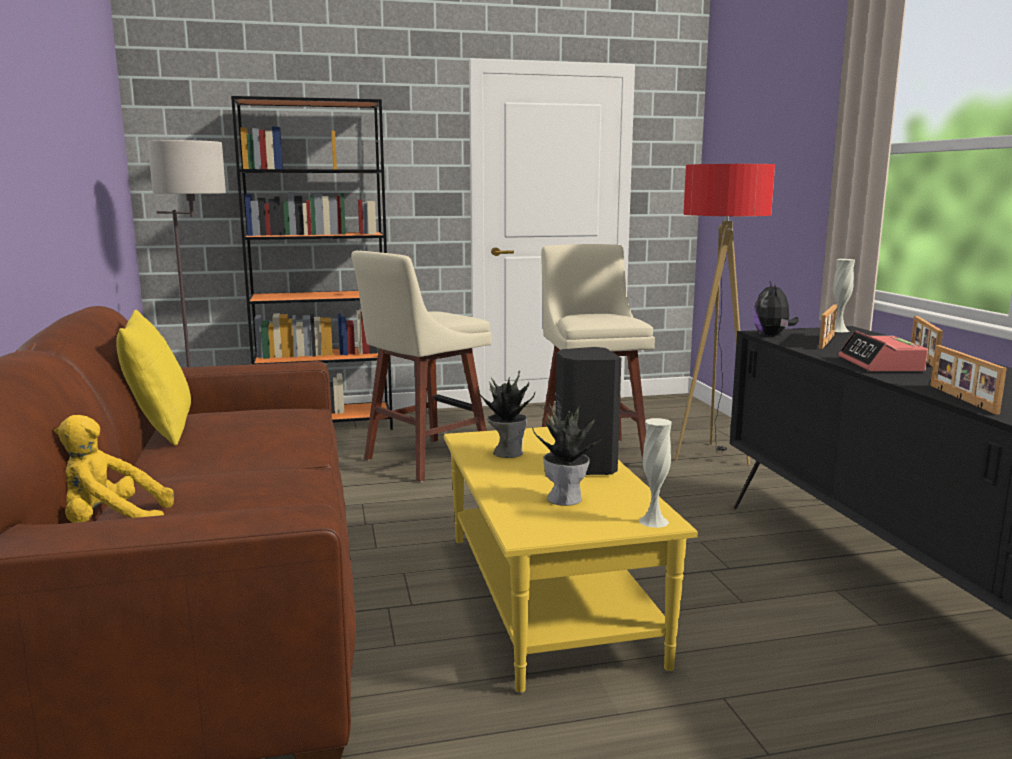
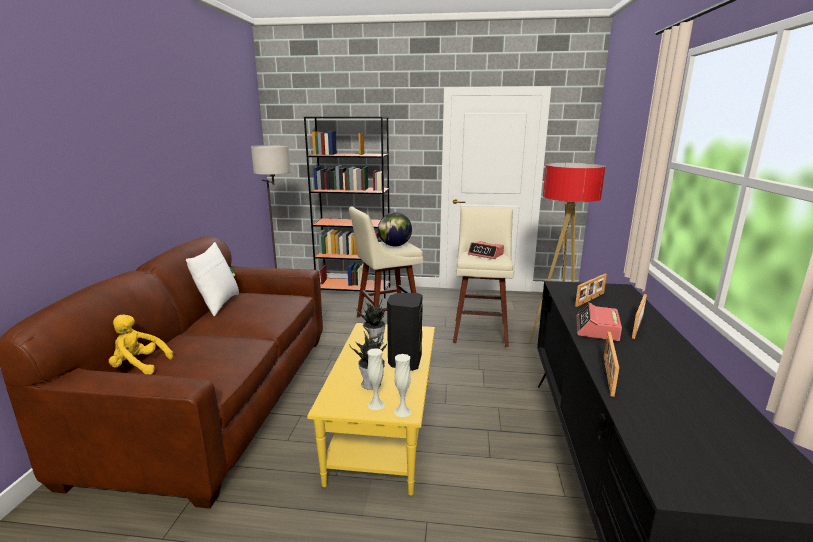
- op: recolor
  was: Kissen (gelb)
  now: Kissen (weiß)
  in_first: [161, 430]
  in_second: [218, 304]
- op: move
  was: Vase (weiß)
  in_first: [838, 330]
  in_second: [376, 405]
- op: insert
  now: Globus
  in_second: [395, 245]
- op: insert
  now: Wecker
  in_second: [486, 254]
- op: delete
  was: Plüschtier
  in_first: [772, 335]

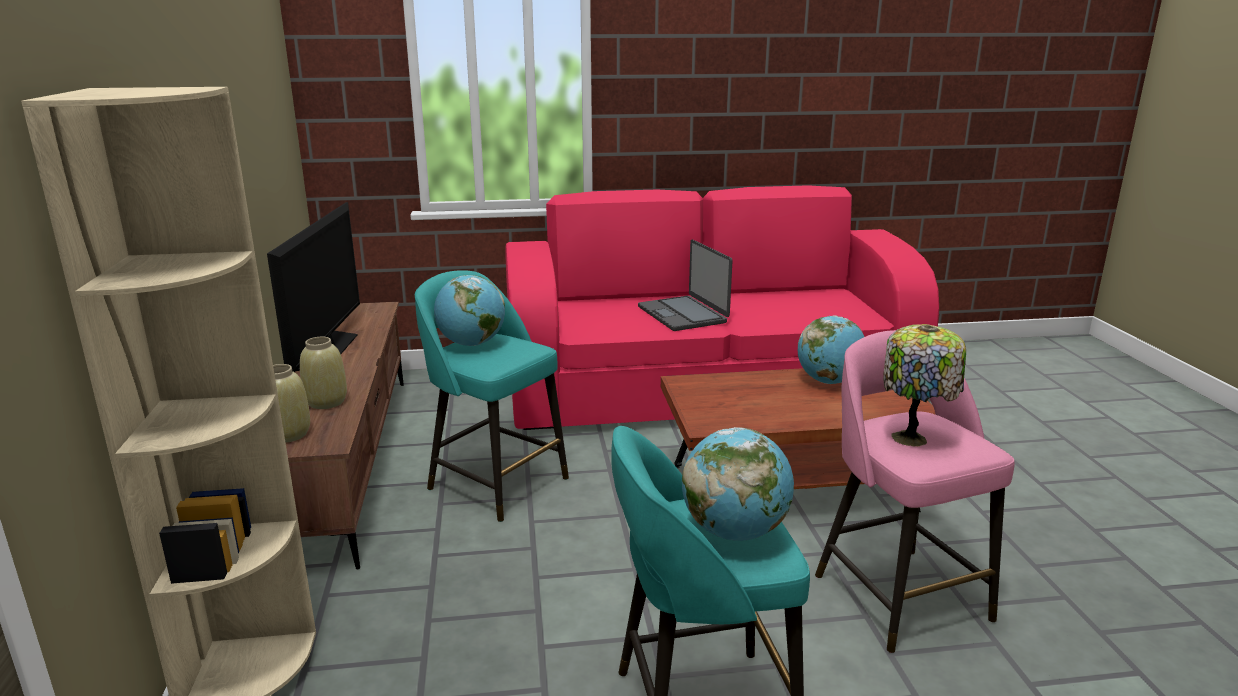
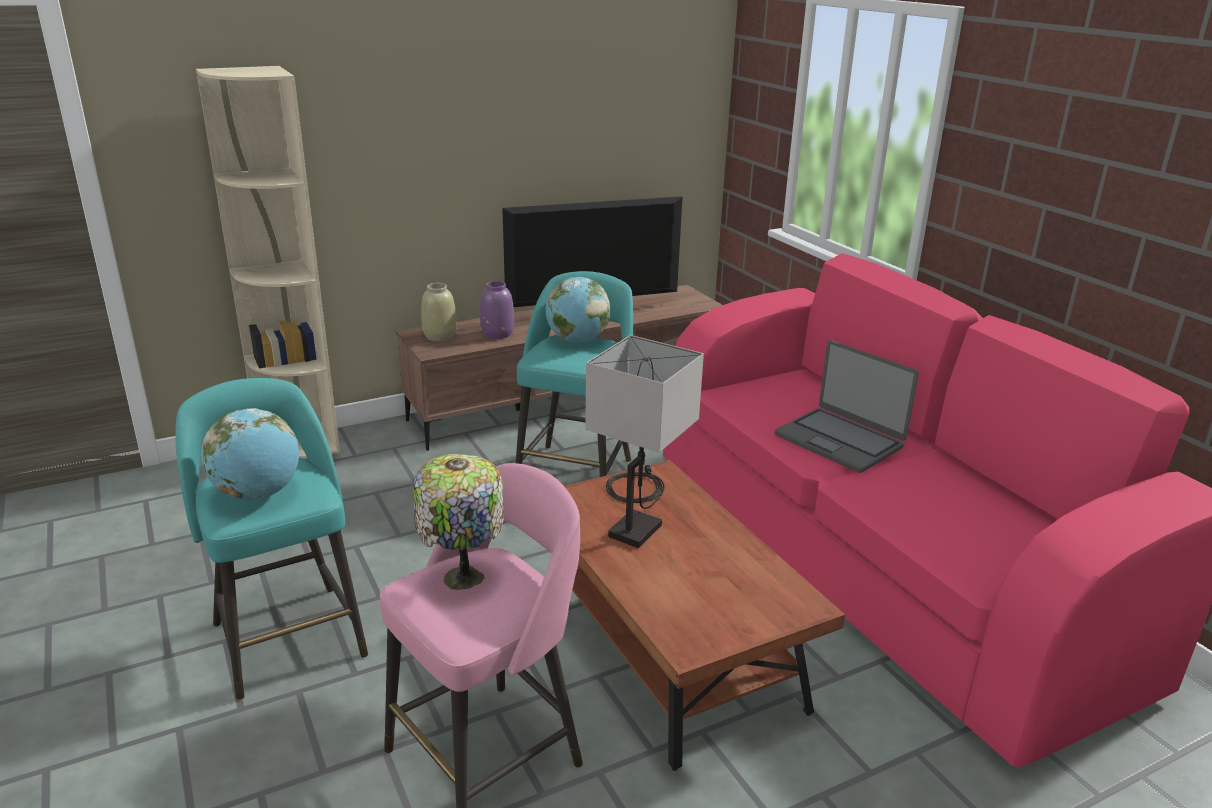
- op: recolor
  was: Vase (beige)
  now: Vase (lila)
  in_first: [326, 402]
  in_second: [498, 334]
- op: insert
  now: Tischlampe
  in_second: [637, 512]
- op: rotate
  was: Laptop
  in_first: [683, 314]
  in_second: [839, 441]
  clockwise: -90
- op: delete
  was: Globus
  in_first: [829, 381]

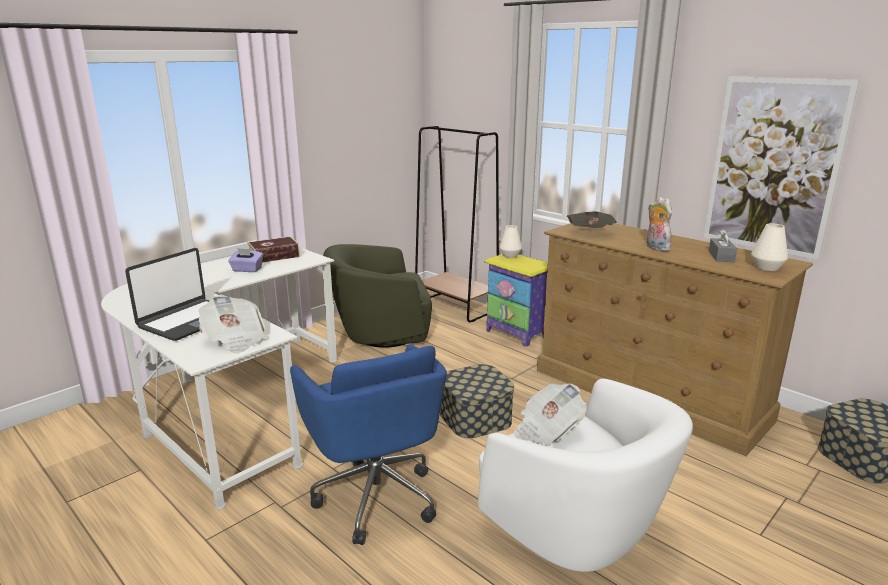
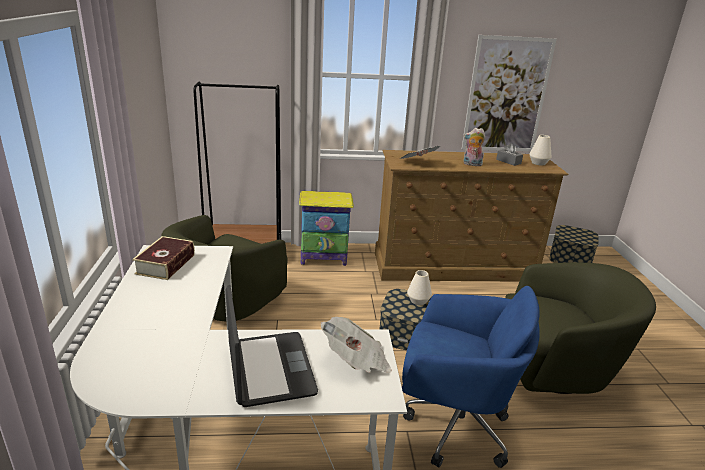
- op: move
  was: Vase (weiß)
  in_first: [510, 255]
  in_second: [418, 301]
- op: recolor
  was: Sessel (weiß)
  now: Sessel (grün)
  in_first: [576, 529]
  in_second: [557, 368]
- op: delete
  was: Taschentuchbox (lila)
  in_first: [247, 270]
- op: delete
  was: Zeitung
  in_first: [547, 430]

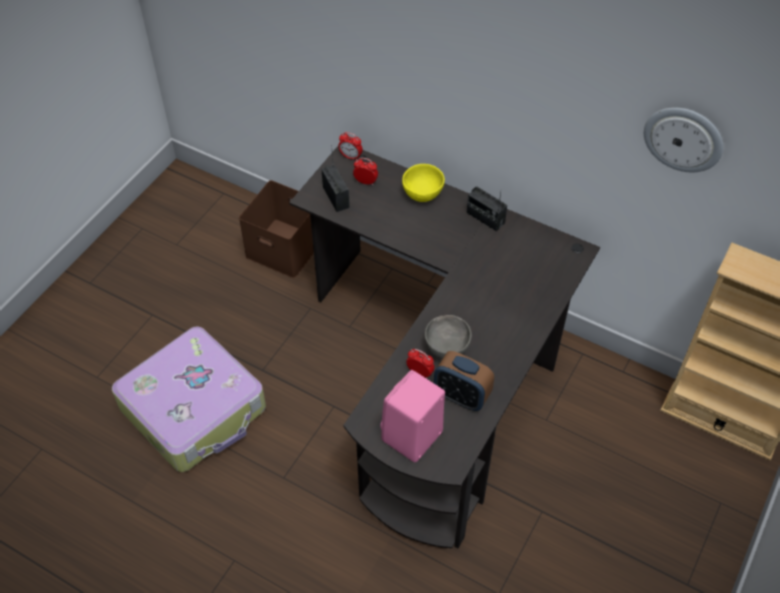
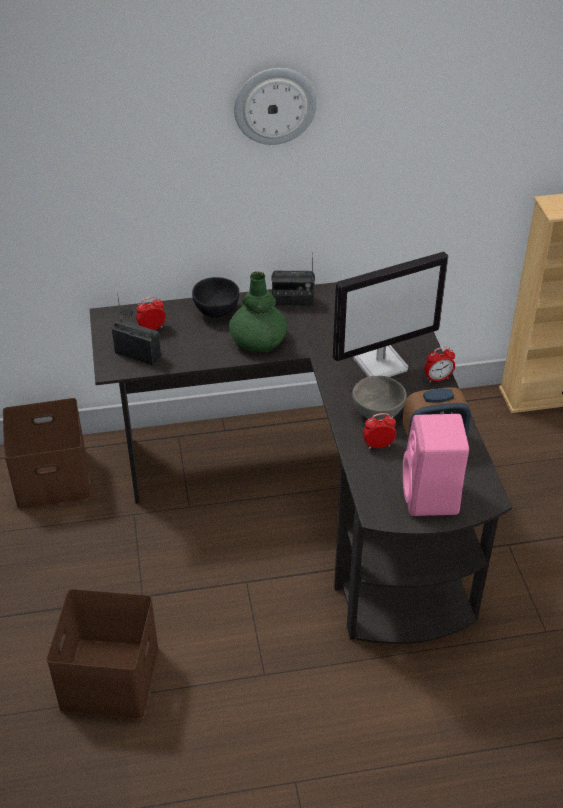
- op: replace
  was: Koffer
  now: Aufbewahrungsbox (braun)
  in_first: [195, 409]
  in_second: [108, 676]
- op: recolor
  was: Schüssel (gelb)
  now: Schüssel (schwarz)
  in_first: [422, 194]
  in_second: [216, 311]
- op: insert
  now: Vase (grün)
  in_second: [258, 339]
- op: move
  was: Wanduhr
  in_first: [683, 138]
  in_second: [275, 105]
- op: insert
  now: Monitor
  in_second: [381, 363]
- op: move
  was: Wecker
  in_first: [350, 156]
  in_second: [438, 378]

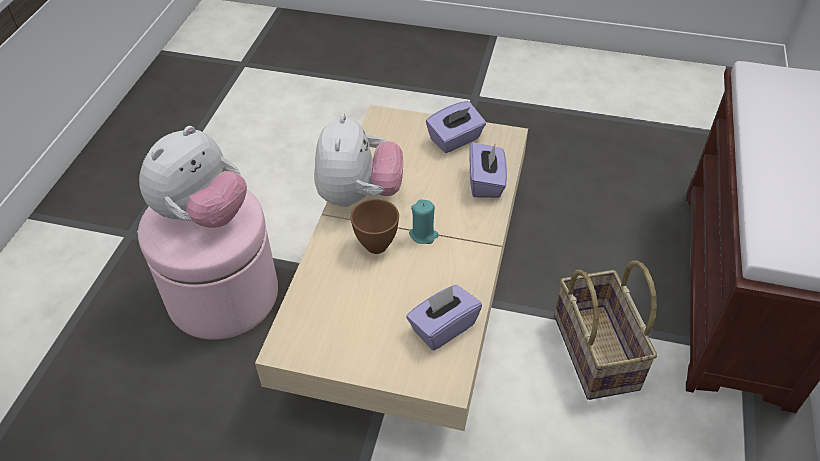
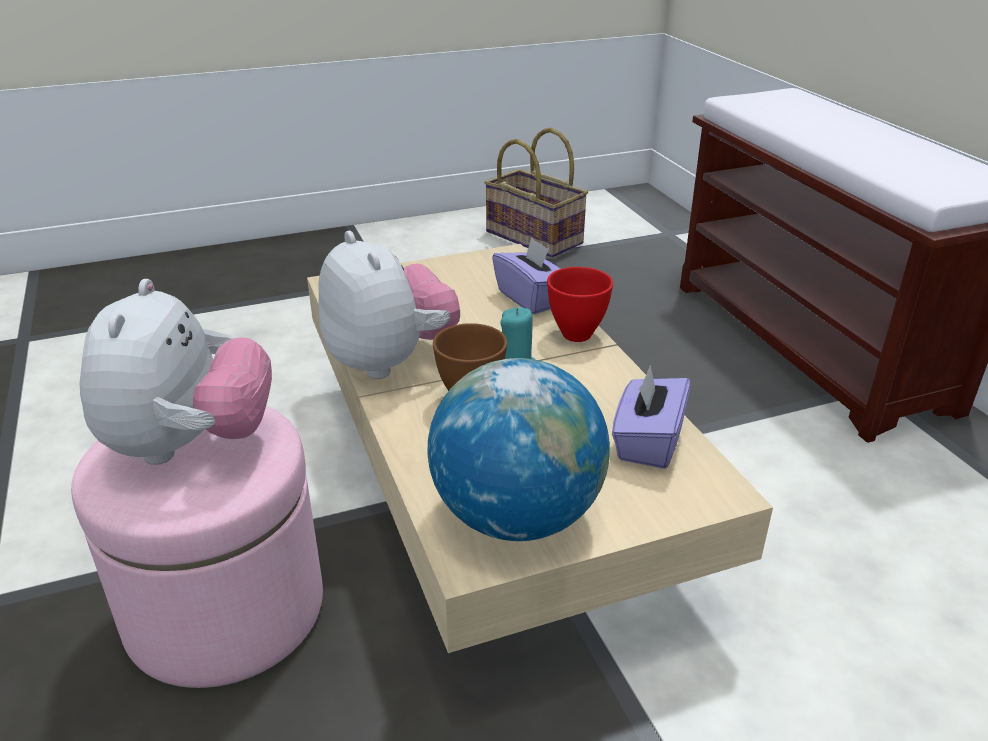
- op: insert
  now: Globus
  in_second: [517, 516]
- op: move
  was: Korb
  in_first: [597, 352]
  in_second: [535, 237]
- op: insert
  now: Schüssel (rot)
  in_second: [578, 334]
- op: delete
  was: Taschentuchbox (lila)
  in_first: [455, 140]

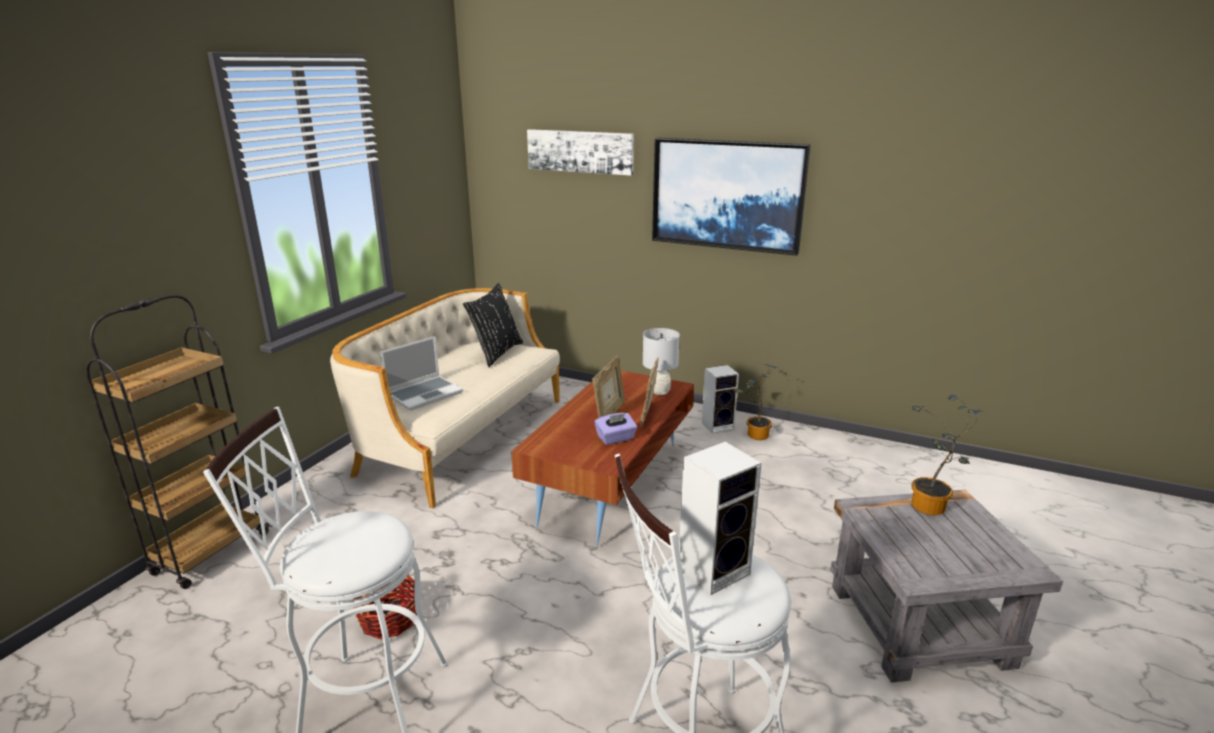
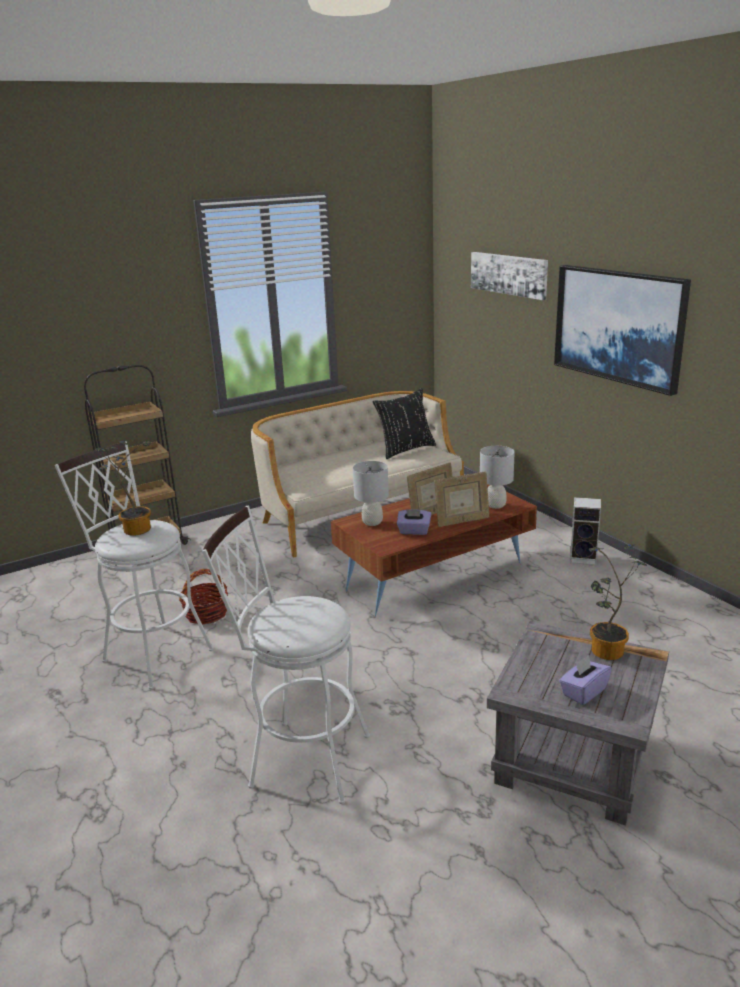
- op: move
  was: Topfpflanze
  in_first: [754, 435]
  in_second: [135, 528]
- op: insert
  now: Tischlampe (grau)
  in_second: [371, 523]
- op: rotate
  was: Bilderrahmen
  in_first: [648, 416]
  in_second: [462, 521]
  clockwise: -150
- op: insert
  now: Taschentuchbox (lila)
  in_second: [583, 692]
- op: delete
  was: Laptop
  in_first: [425, 394]
- op: delete
  was: Lautsprecher
  in_first: [714, 569]

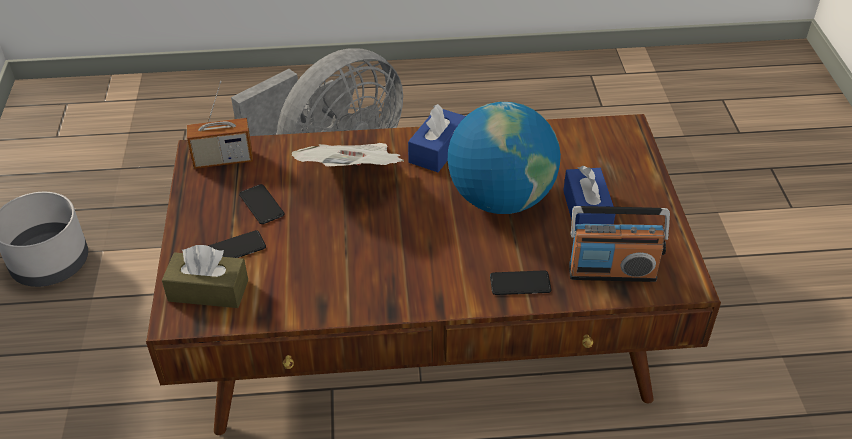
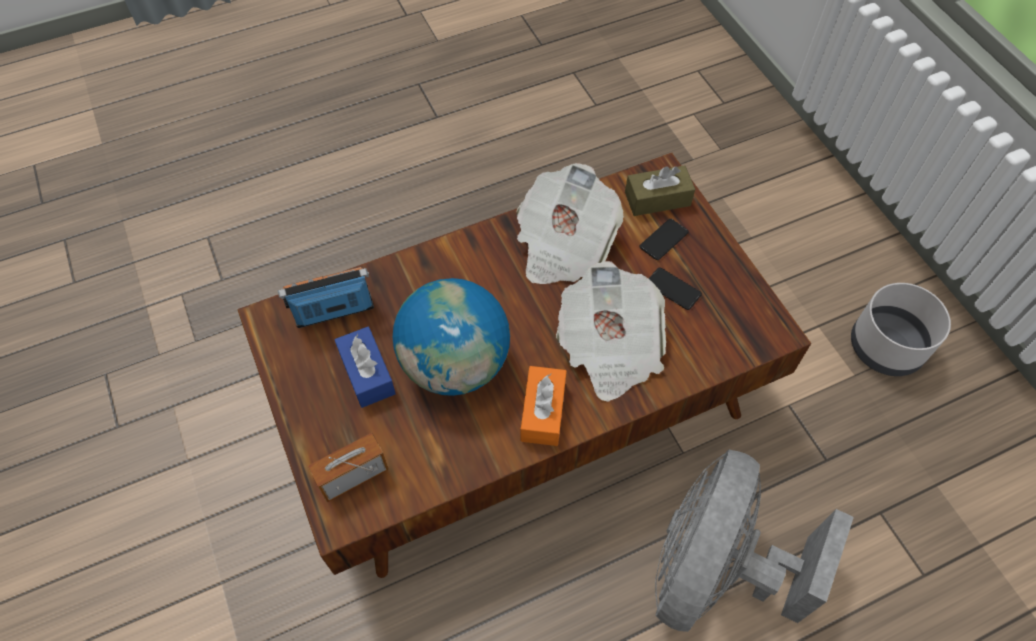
- op: move
  was: Radio
  in_first: [223, 160]
  in_second: [353, 476]
- op: insert
  now: Zeitung
  in_second: [563, 245]
- op: recolor
  was: Taschentuchbox (blau)
  now: Taschentuchbox (orange)
  in_first: [437, 150]
  in_second: [543, 412]
- op: delete
  was: Handy
  in_first: [520, 283]

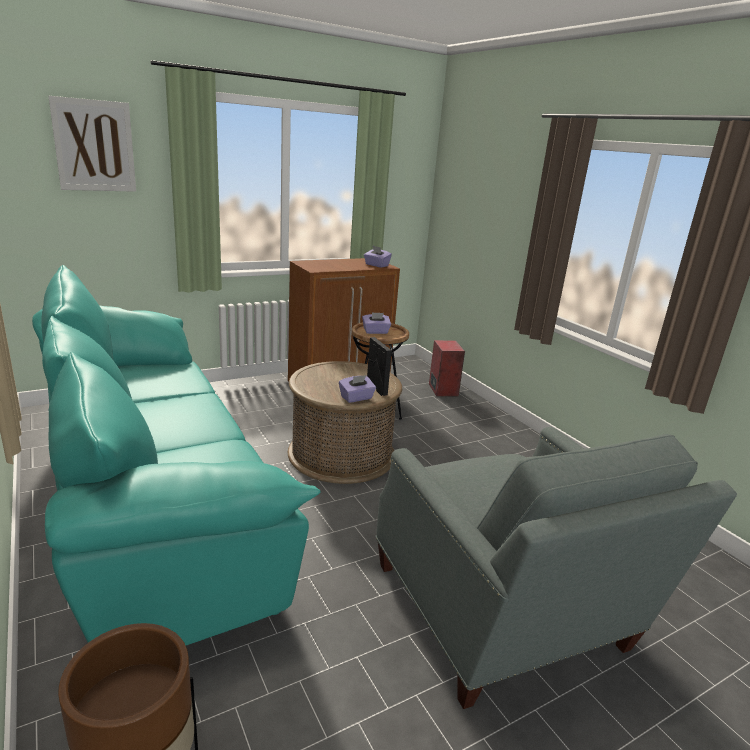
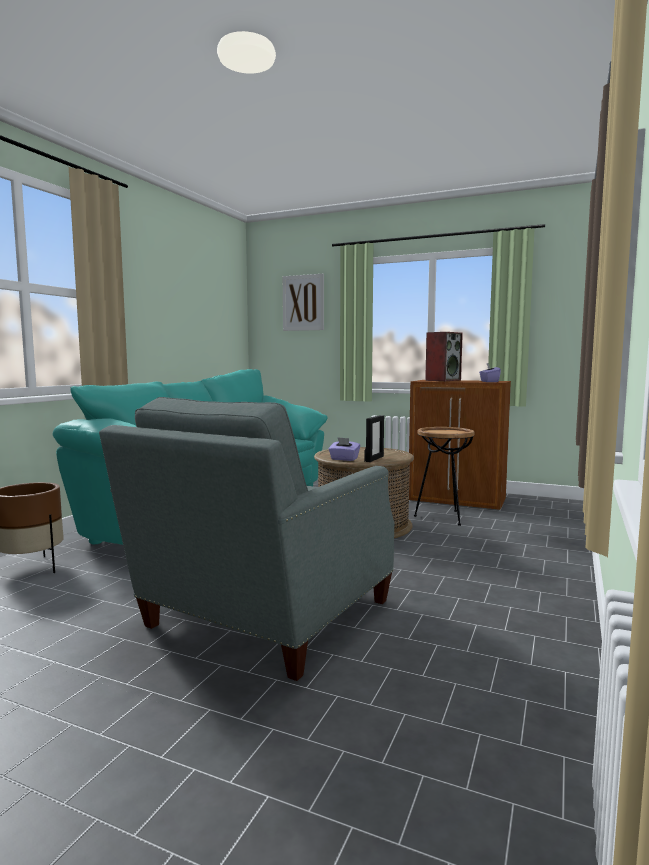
- op: move
  was: Lautsprecher
  in_first: [442, 389]
  in_second: [443, 380]
- op: delete
  was: Taschentuchbox (lila)
  in_first: [375, 332]

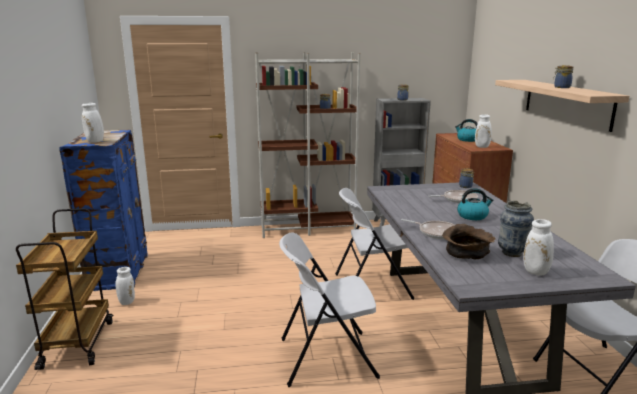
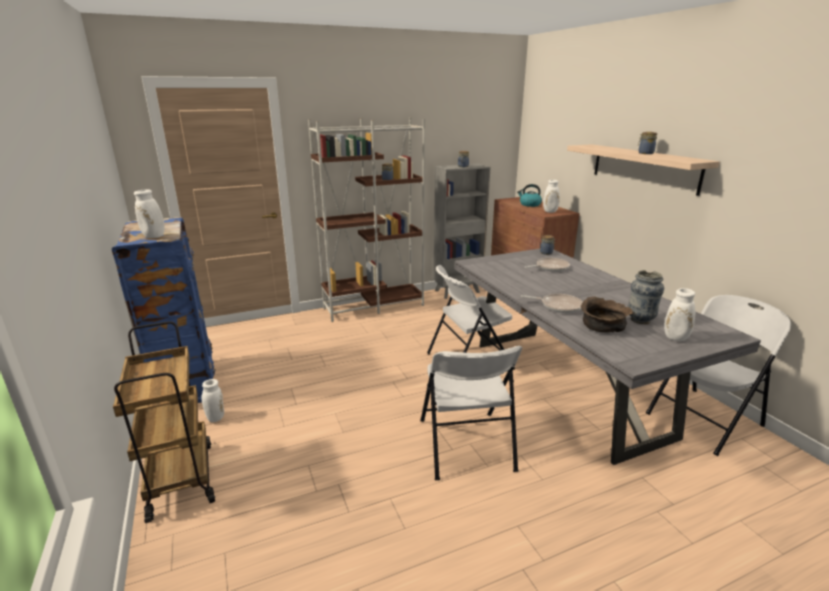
- op: rotate
  was: Stuhl (weiß)
  in_first: [327, 357]
  in_second: [465, 444]
  clockwise: -75
- op: delete
  was: Wasserkessel
  in_first: [473, 216]

